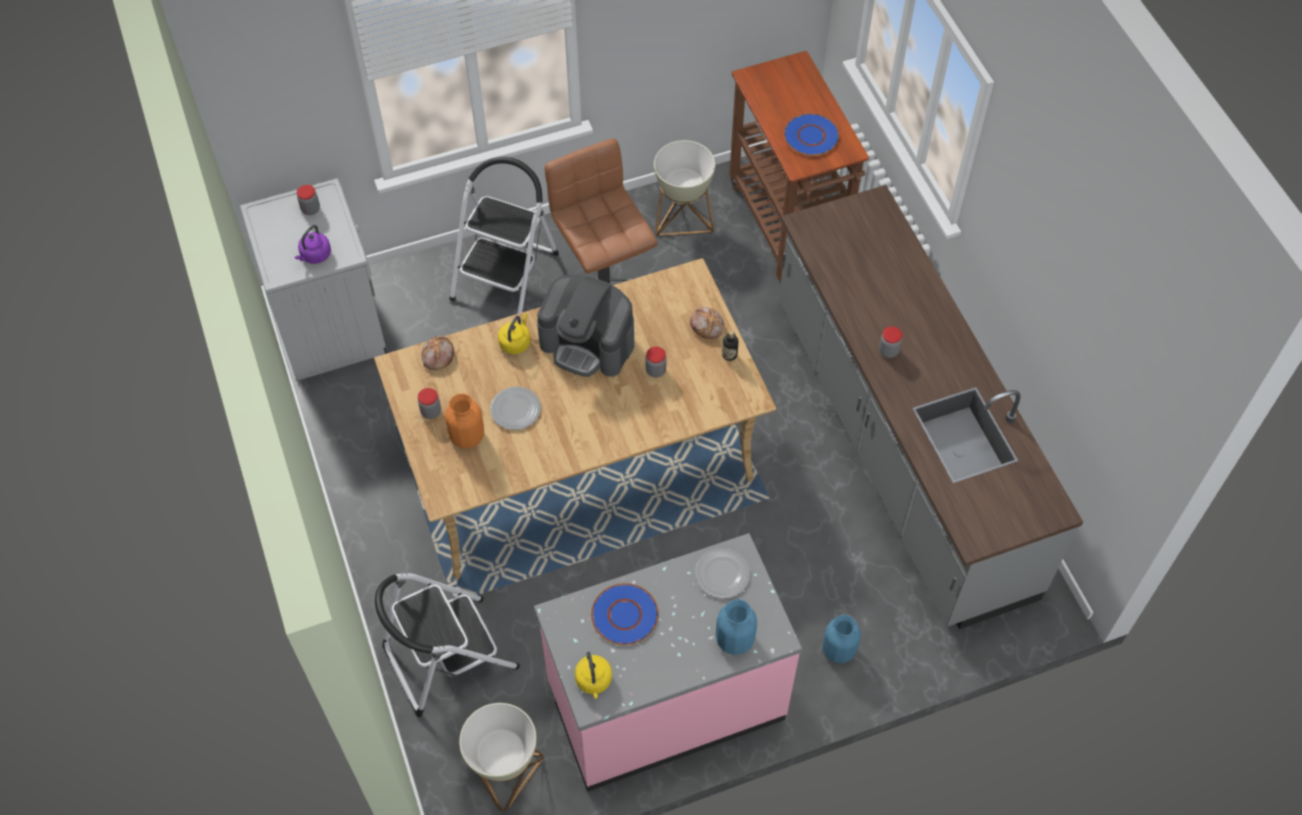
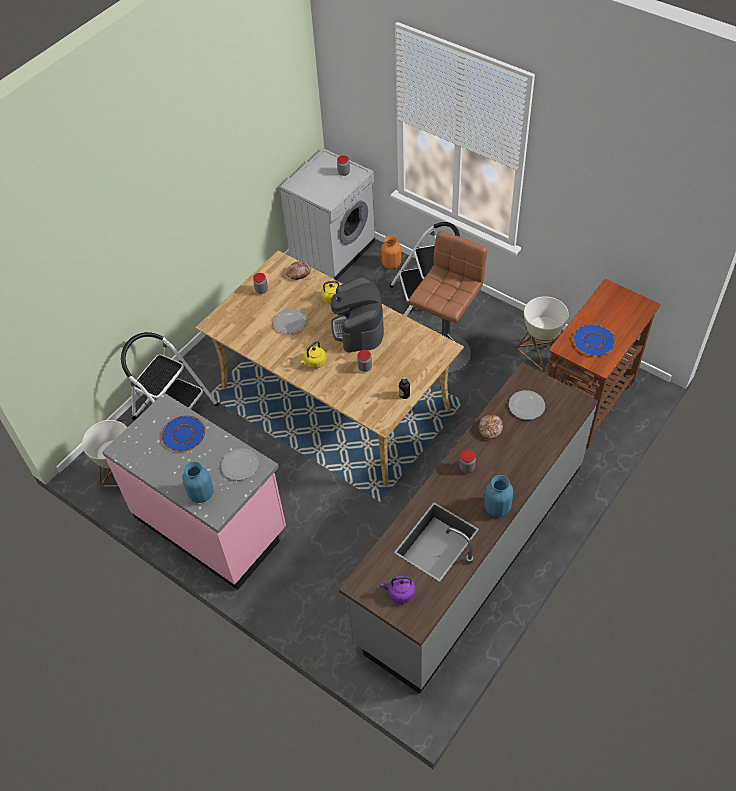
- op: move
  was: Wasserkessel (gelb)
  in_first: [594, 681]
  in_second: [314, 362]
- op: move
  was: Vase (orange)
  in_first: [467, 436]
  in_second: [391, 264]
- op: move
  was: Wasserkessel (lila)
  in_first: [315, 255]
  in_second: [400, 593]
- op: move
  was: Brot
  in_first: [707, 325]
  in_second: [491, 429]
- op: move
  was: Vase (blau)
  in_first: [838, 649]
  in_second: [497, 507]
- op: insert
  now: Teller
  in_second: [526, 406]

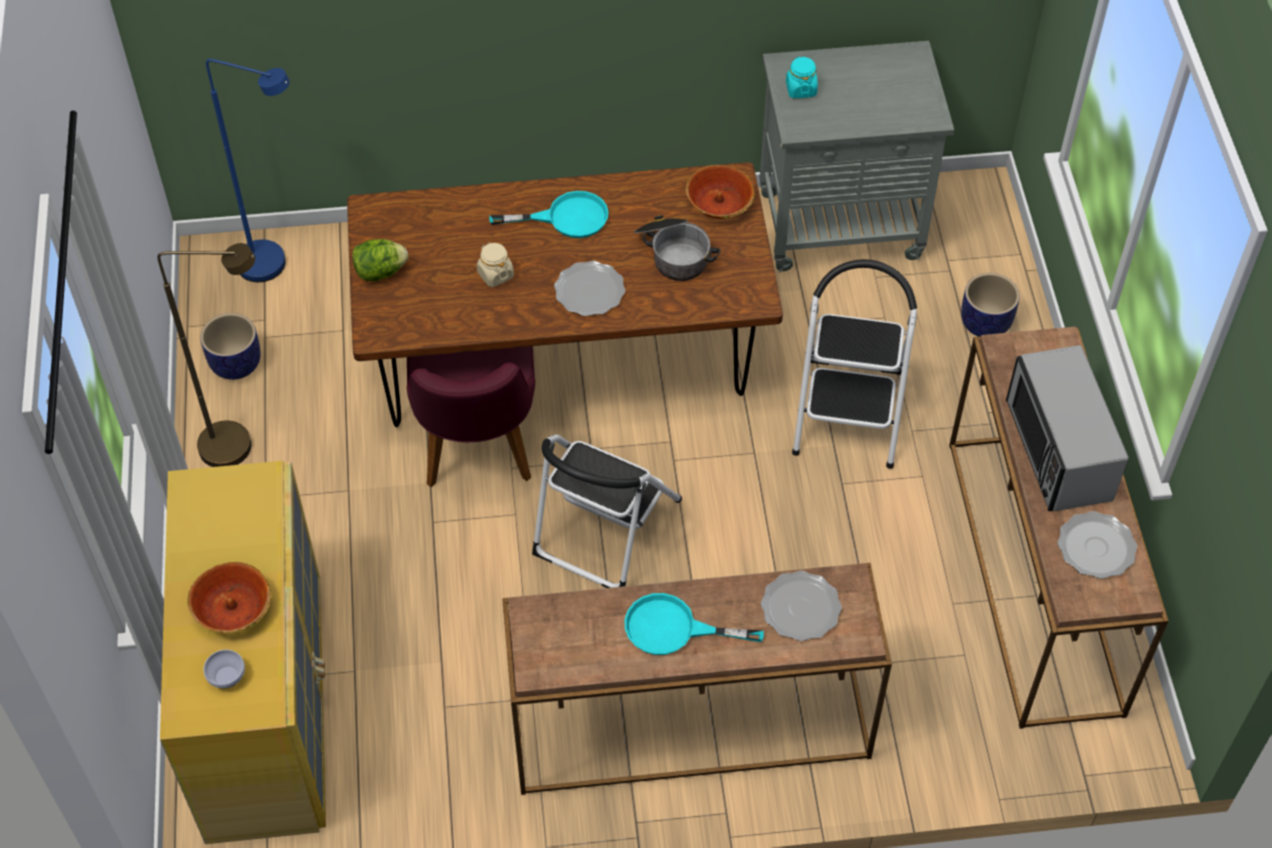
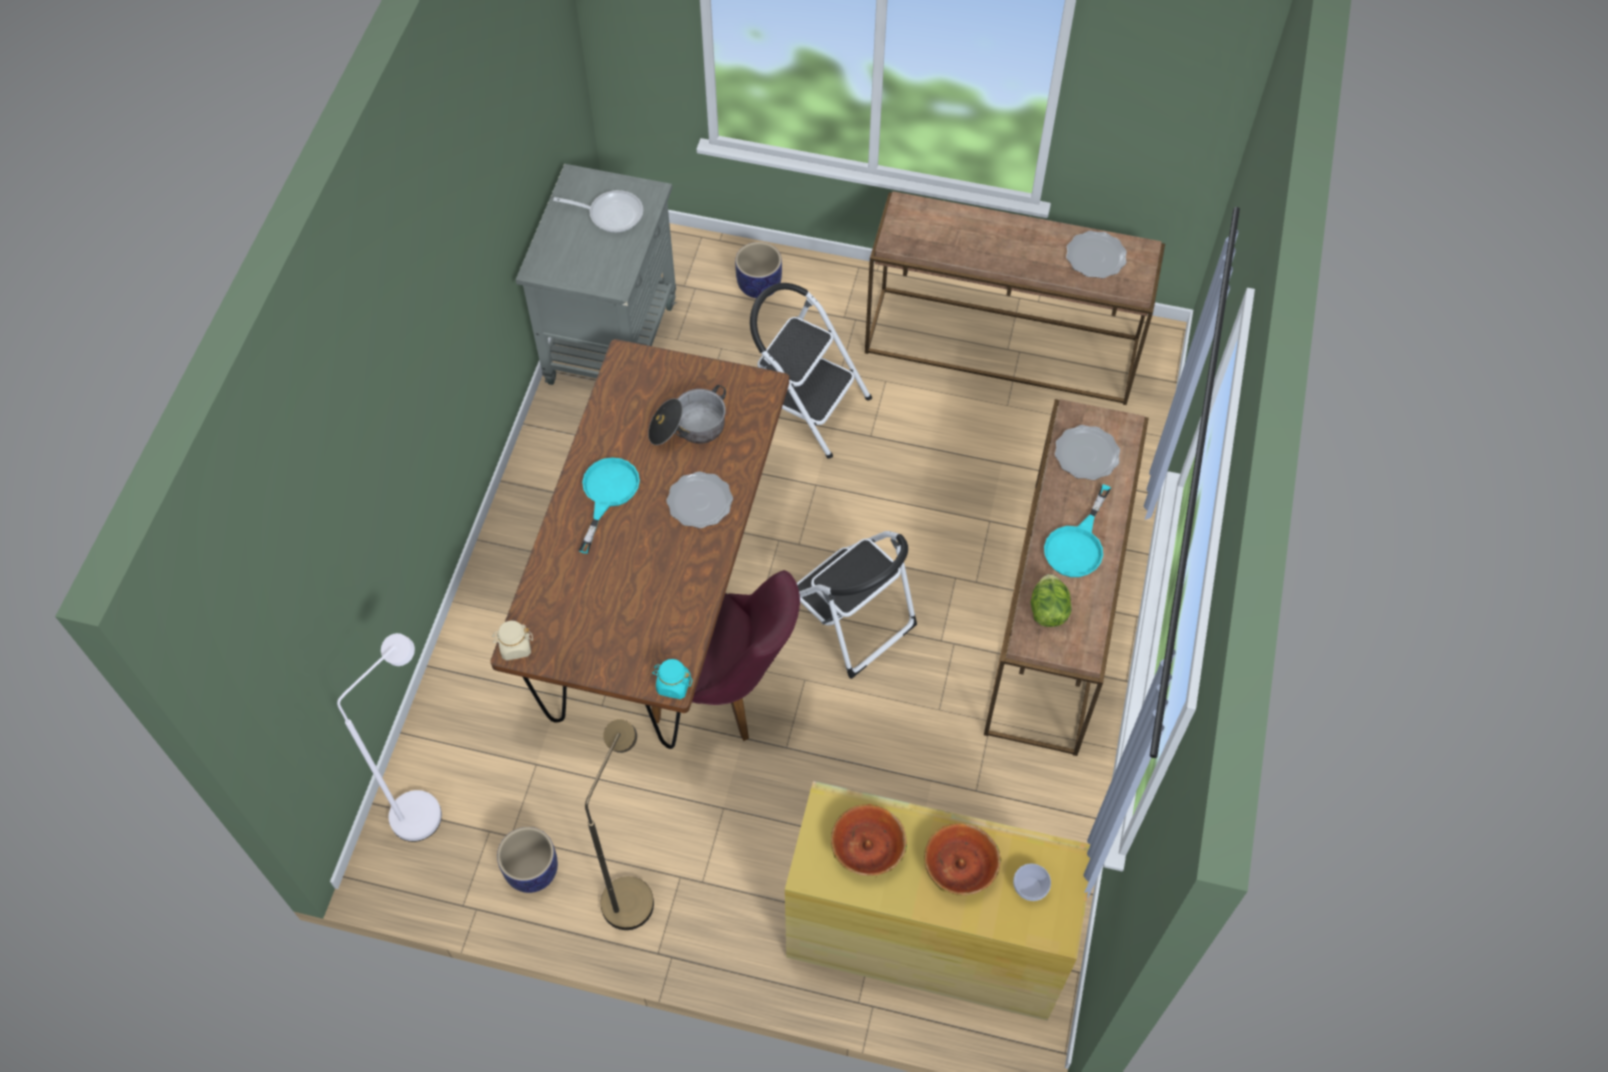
- op: recolor
  was: Stehlampe (blau)
  now: Stehlampe (weiß)
  in_first: [274, 266]
  in_second: [425, 805]
- op: move
  was: Vorratsglas (beige)
  in_first: [495, 274]
  in_second: [515, 647]
- op: insert
  now: Pfanne
  in_second: [611, 214]
- op: move
  was: Vorratsglas (türkis)
  in_first: [801, 89]
  in_second: [673, 685]
- op: move
  was: Schüssel
  in_first: [719, 204]
  in_second: [867, 848]
- op: move
  was: Salatkopf
  in_first: [380, 272]
  in_second: [1048, 610]
- op: delete
  was: Mikrowelle
  in_first: [1057, 451]

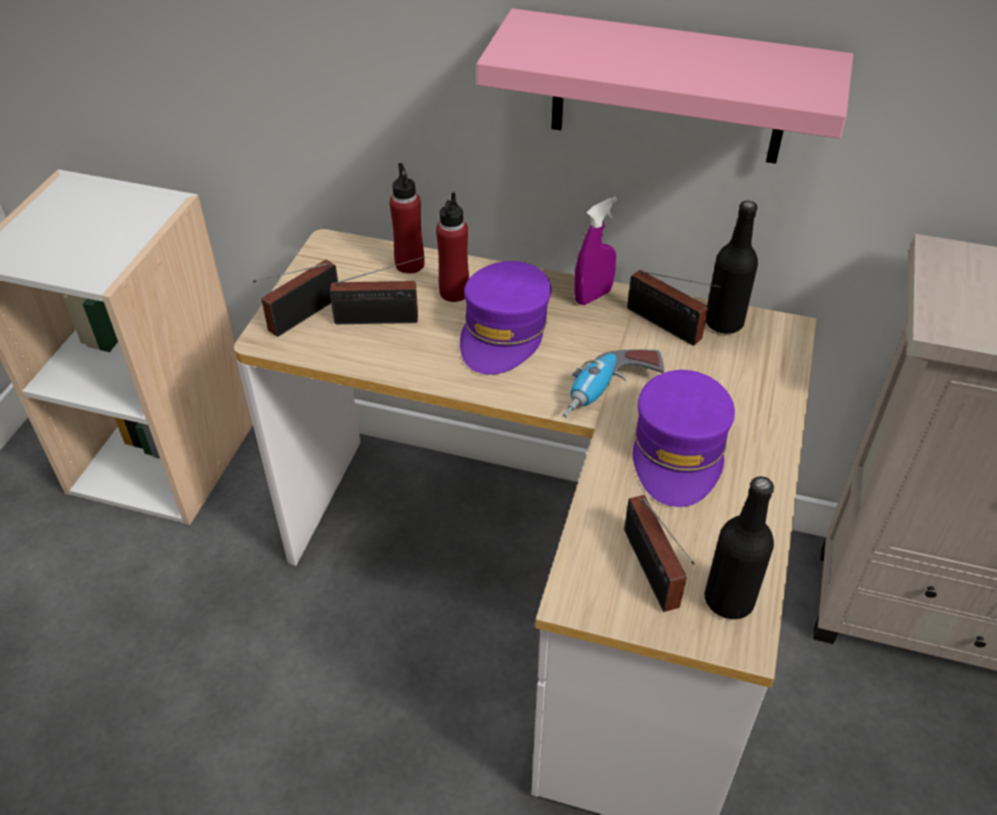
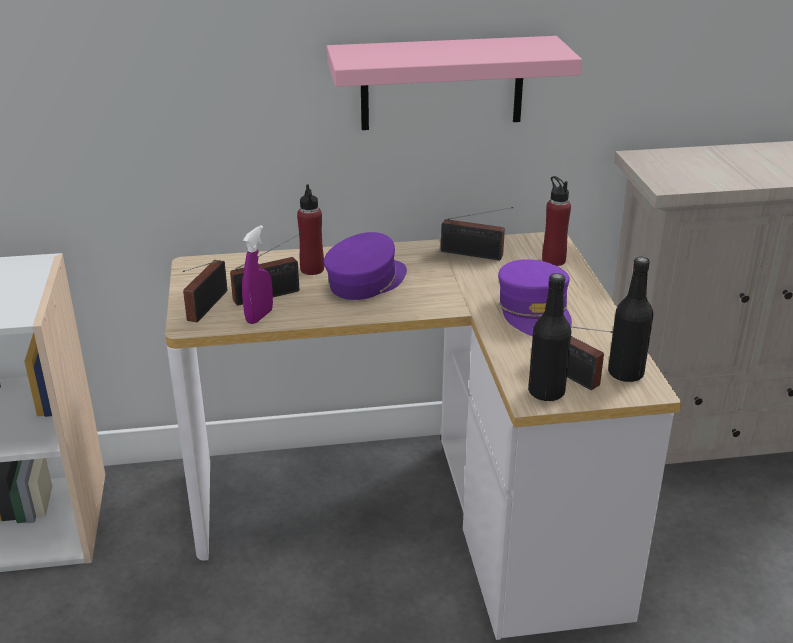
- op: move
  was: Sprühflasche (lila)
  in_first: [593, 296]
  in_second: [259, 316]
- op: rotate
  was: Kappe (lila)
  in_first: [504, 331]
  in_second: [366, 281]
  clockwise: -135
- op: move
  was: Flasche (schwarz)
  in_first: [724, 322]
  in_second: [546, 392]
- op: move
  was: Flasche (rot)
  in_first: [409, 264]
  in_second: [553, 260]
- op: delete
  was: Bohrmaschine
  in_first: [609, 394]

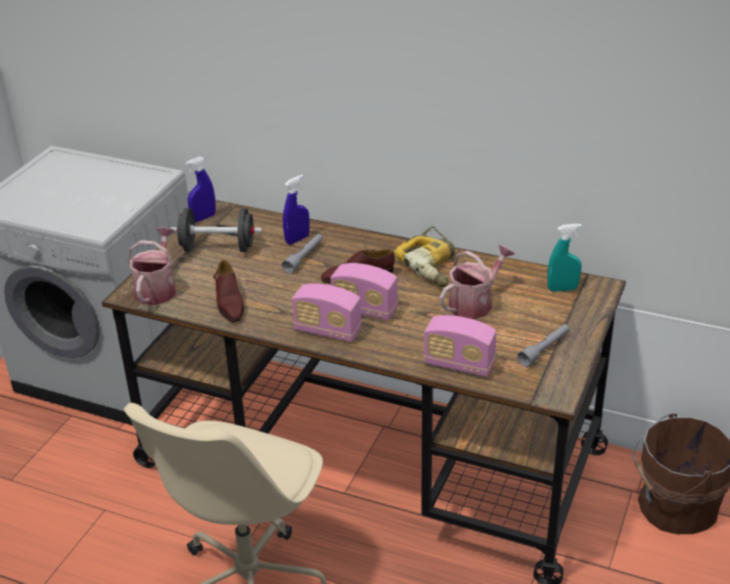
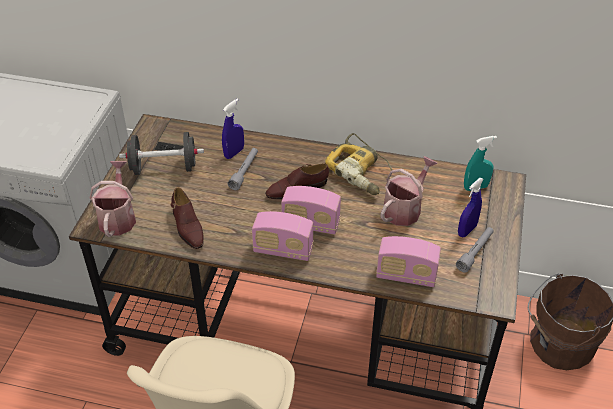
- op: move
  was: Sprühflasche (blau)
  in_first: [203, 218]
  in_second: [467, 230]

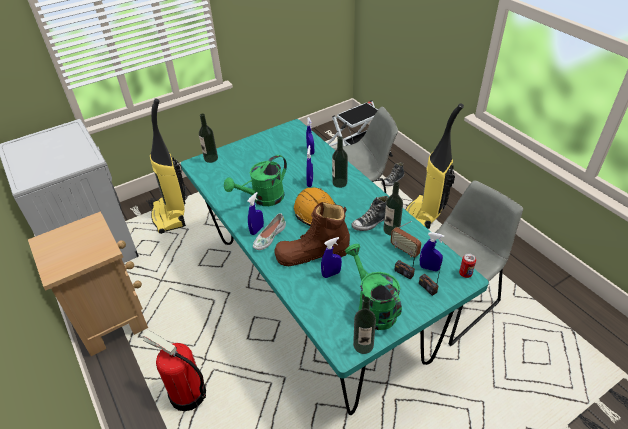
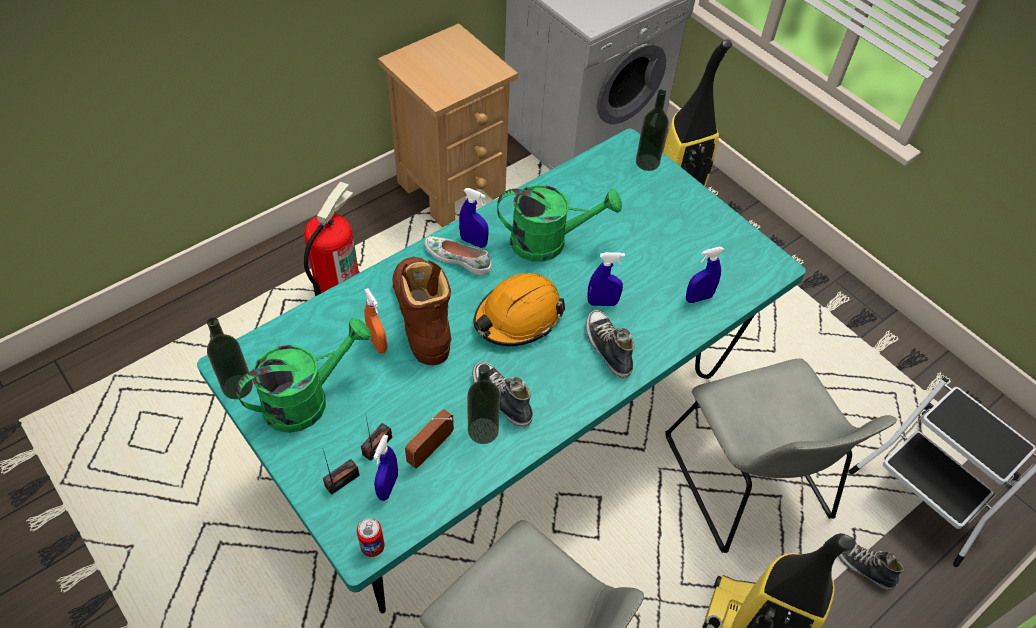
- op: recolor
  was: Sprühflasche (blau)
  now: Sprühflasche (orange)
  in_first: [331, 274]
  in_second: [377, 343]
- op: rotate
  was: Gießkanne (grün)
  in_first: [263, 199]
  in_second: [549, 242]
  clockwise: 135
- op: replace
  was: Flasche
  now: Schuh
  in_first: [339, 183]
  in_second: [607, 348]

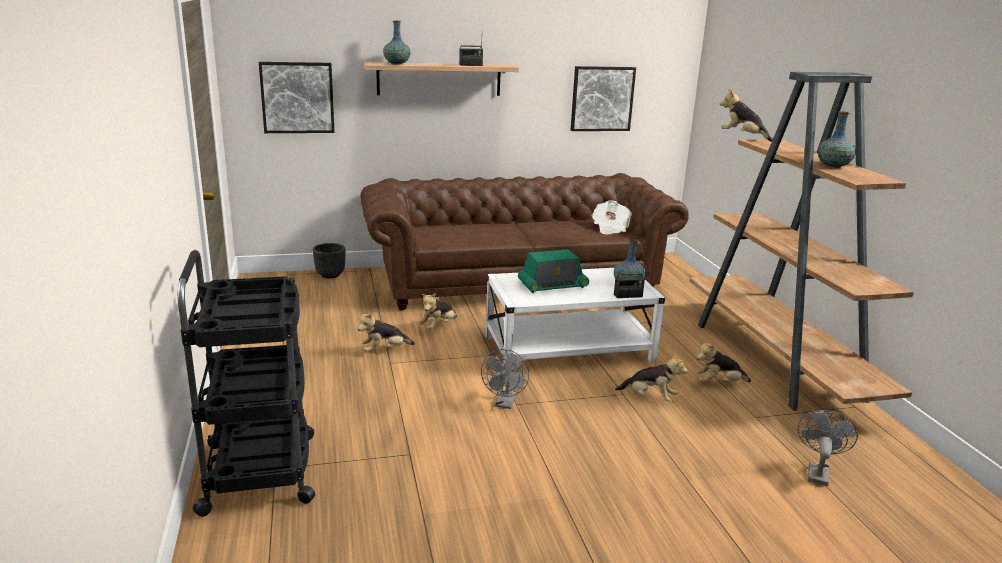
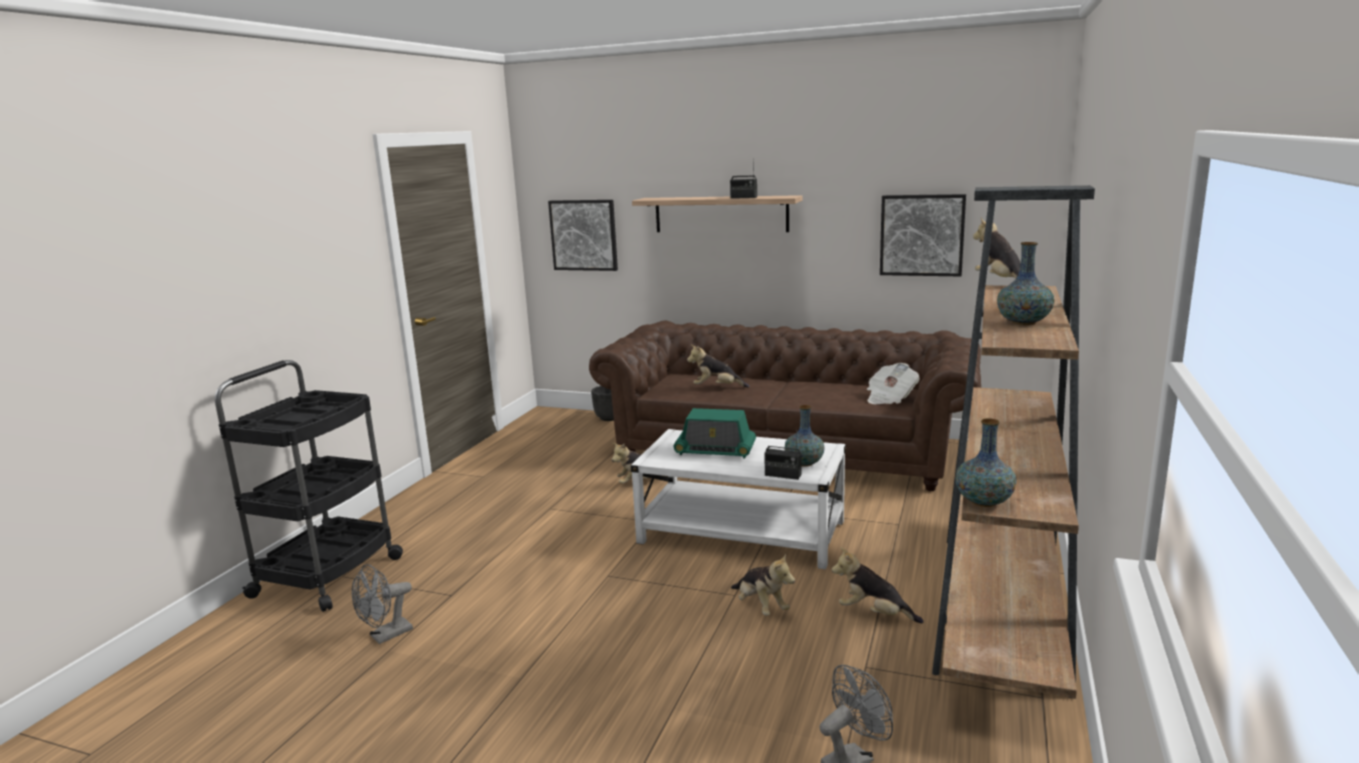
- op: move
  was: Ventilator (grau)
  in_first: [505, 404]
  in_second: [386, 636]
- op: move
  was: Plüschtier
  in_first: [384, 350]
  in_second: [717, 388]
- op: move
  was: Vase
  in_first: [396, 64]
  in_second: [983, 502]

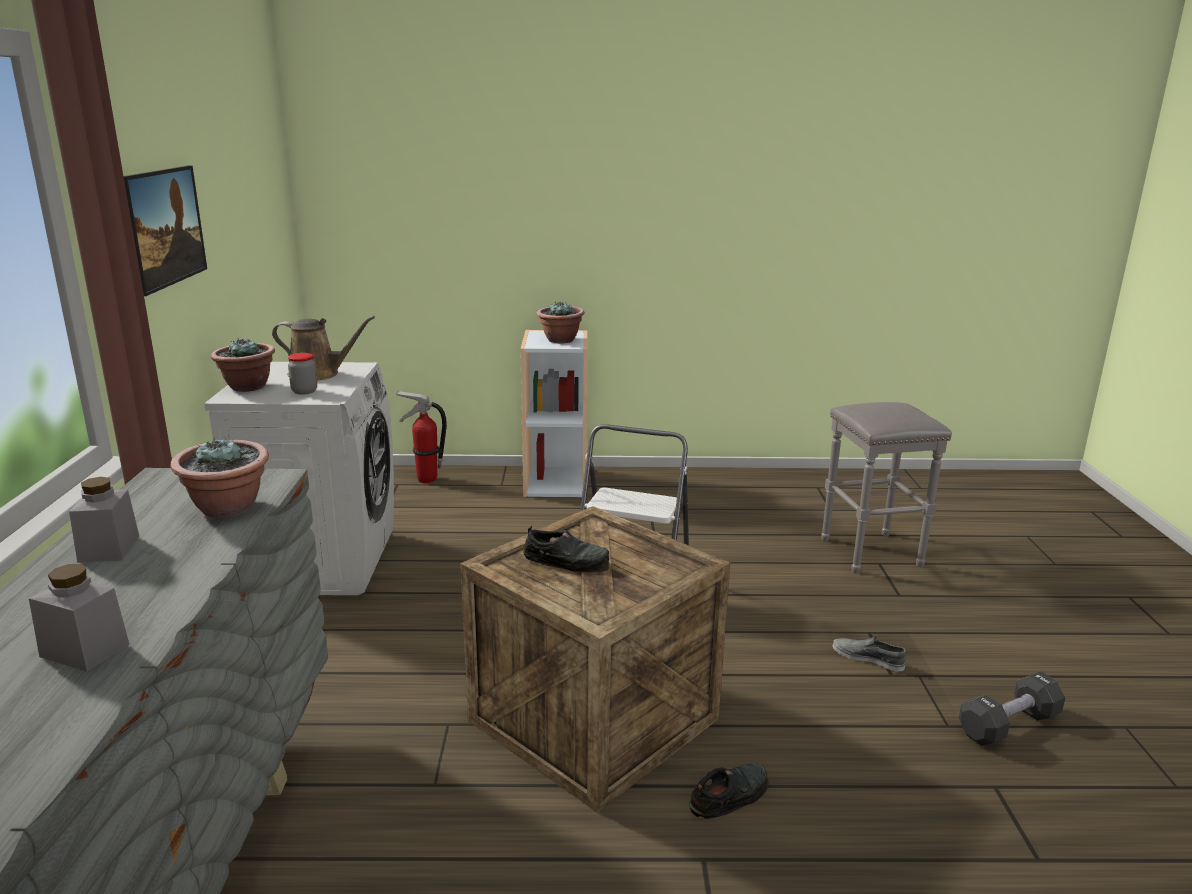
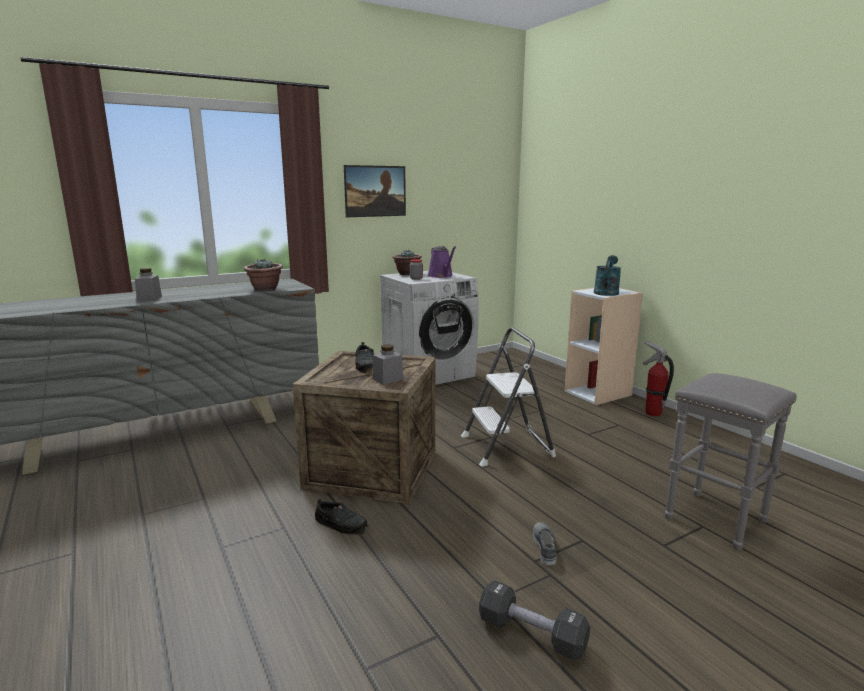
- op: move
  was: Vorratsglas (grau)
  in_first: [109, 549]
  in_second: [388, 379]
- op: recolor
  was: Gießkanne (braun)
  now: Gießkanne (lila)
  in_first: [318, 374]
  in_second: [441, 276]
- op: replace
  was: Topfpflanze
  now: Gießkanne (türkis)
  in_first: [560, 340]
  in_second: [606, 292]
- op: move
  was: Feuerlöscher
  in_first: [426, 479]
  in_second: [652, 413]

